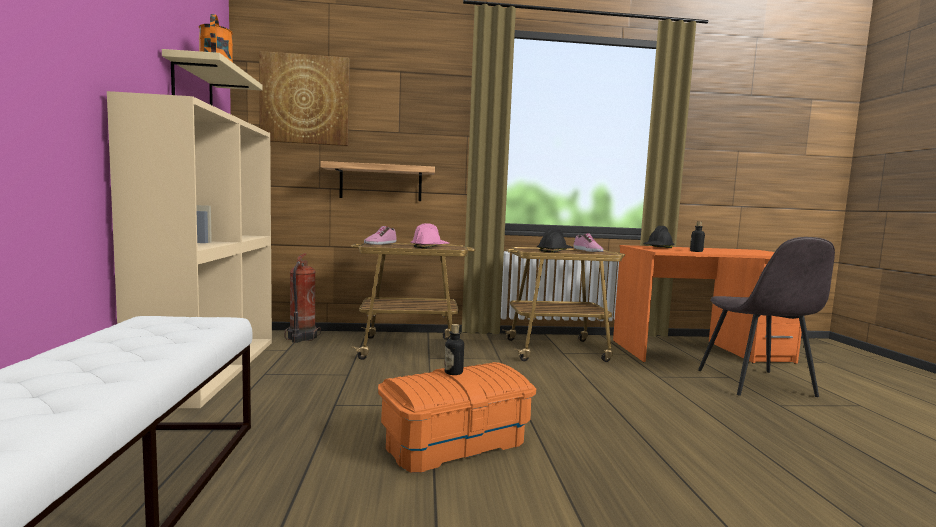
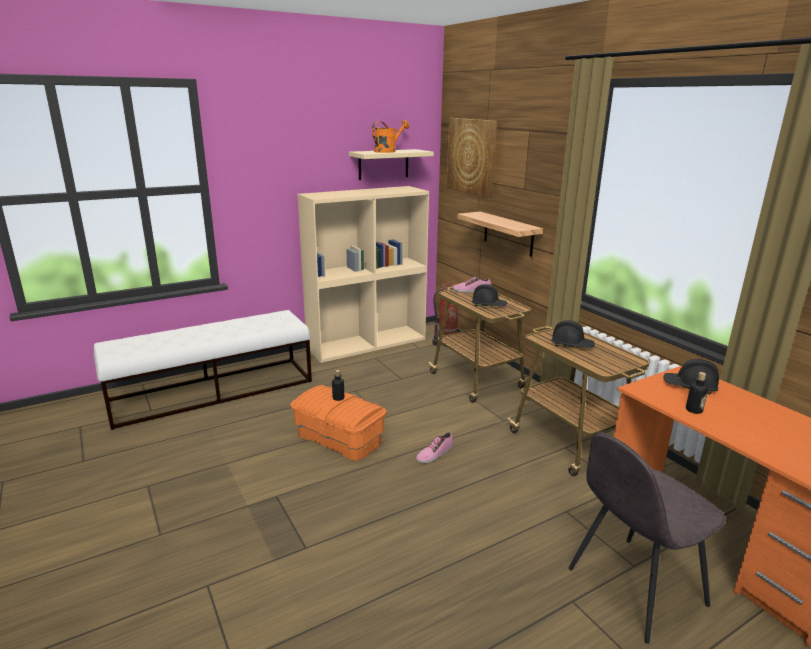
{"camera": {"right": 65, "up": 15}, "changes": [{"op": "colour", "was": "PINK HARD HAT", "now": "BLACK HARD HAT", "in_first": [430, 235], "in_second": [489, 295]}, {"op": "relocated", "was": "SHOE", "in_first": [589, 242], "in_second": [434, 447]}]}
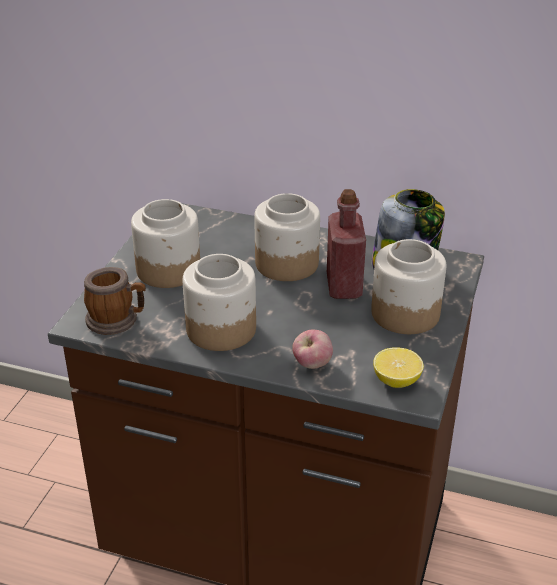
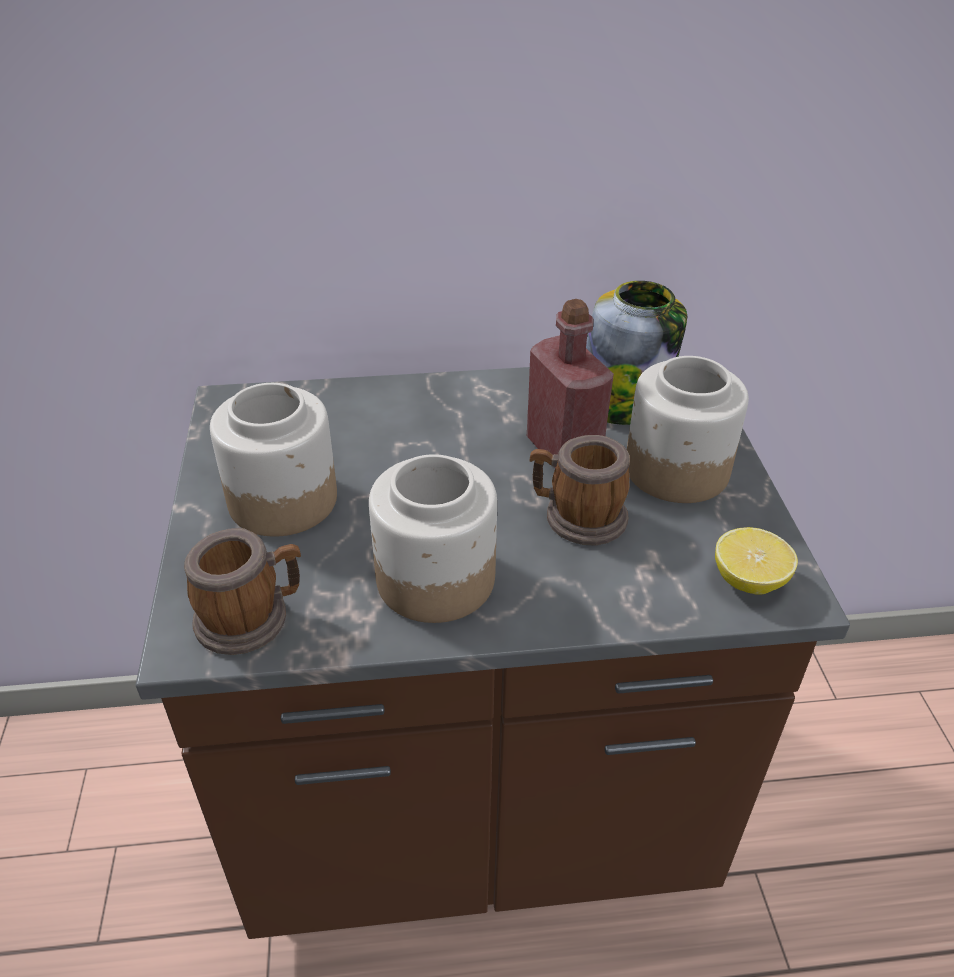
{"camera": {"right": -25, "up": 5}, "changes": [{"op": "missing", "was": "JAR", "in_first": [287, 237]}, {"op": "missing", "was": "APPLE", "in_first": [312, 349]}, {"op": "appeared", "now": "MUG", "in_second": [580, 490]}]}
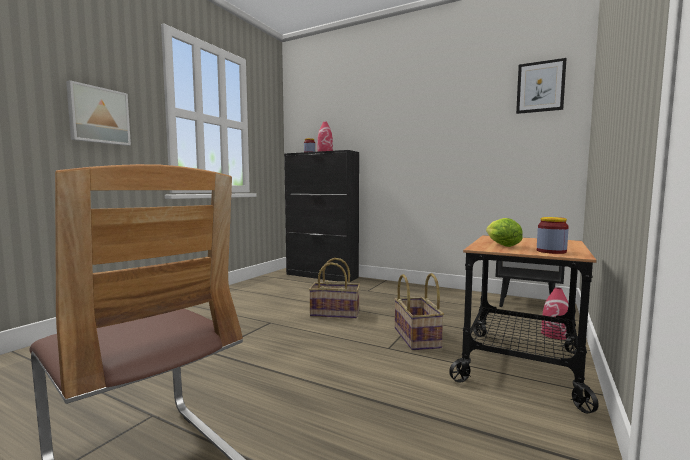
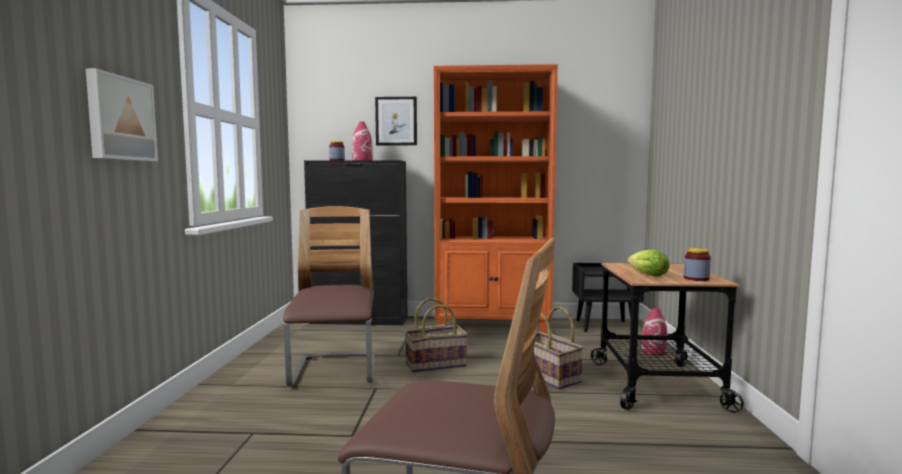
{"camera": {"right": -25, "up": 0}, "changes": [{"op": "relocated", "was": "PICTURE", "in_first": [541, 86], "in_second": [396, 121]}, {"op": "appeared", "now": "ORANGE BOOKCASE", "in_second": [496, 199]}, {"op": "appeared", "now": "CHAIR", "in_second": [329, 296]}]}
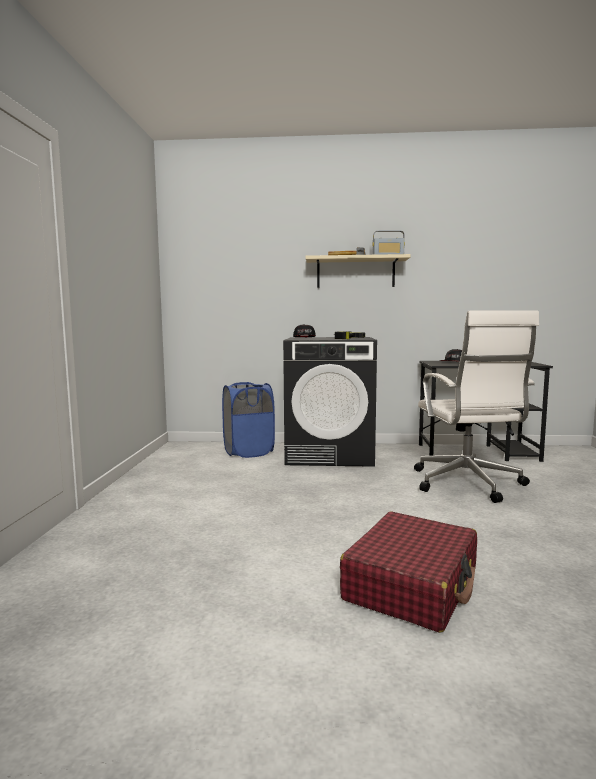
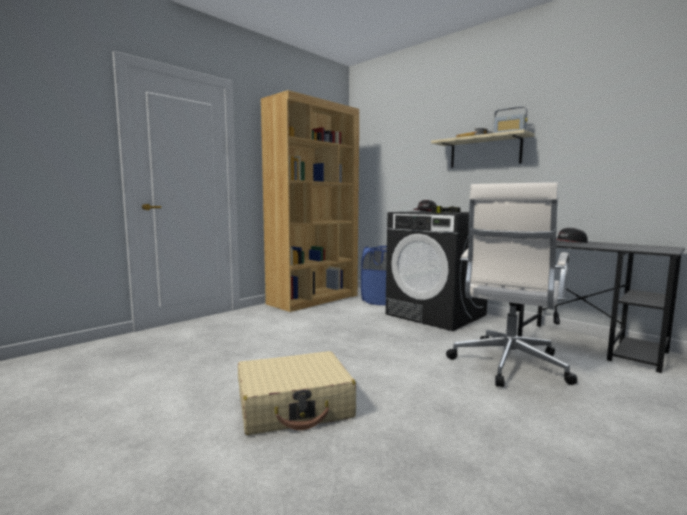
{"camera": {"right": 40, "up": 0}, "changes": [{"op": "colour", "was": "RED SUITCASE", "now": "BEIGE SUITCASE", "in_first": [408, 572], "in_second": [297, 393]}, {"op": "appeared", "now": "BROWN BOOKCASE", "in_second": [310, 201]}]}
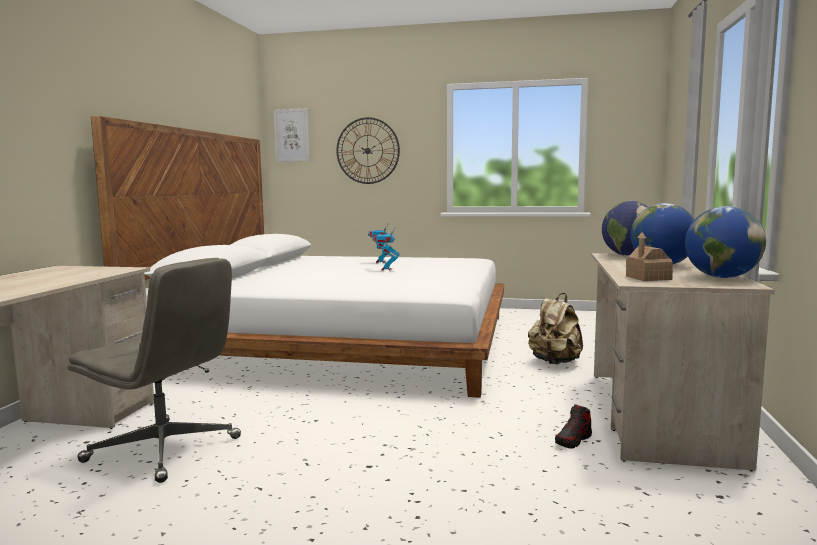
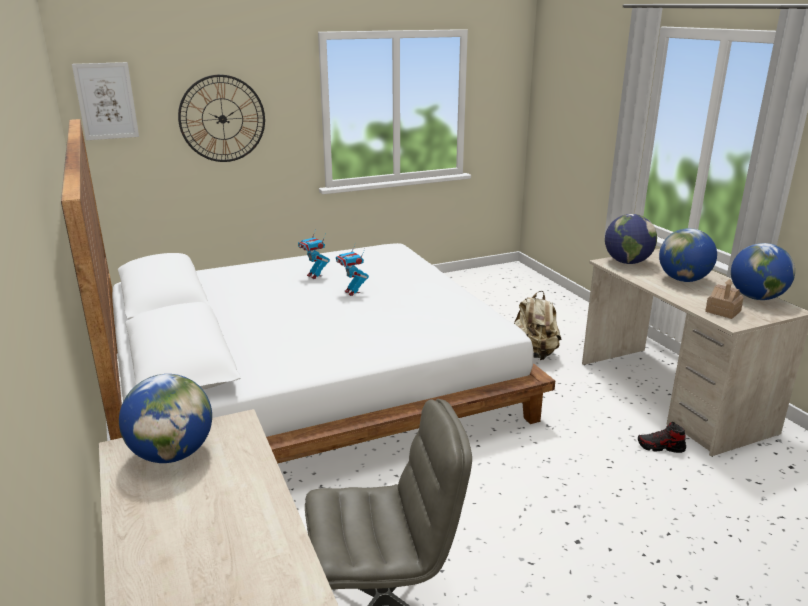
{"camera": {"right": -35, "up": 15}, "changes": [{"op": "spun", "was": "SHOE", "in_first": [573, 426], "in_second": [662, 437], "clockwise": 90}, {"op": "appeared", "now": "GLOBE", "in_second": [165, 418]}]}
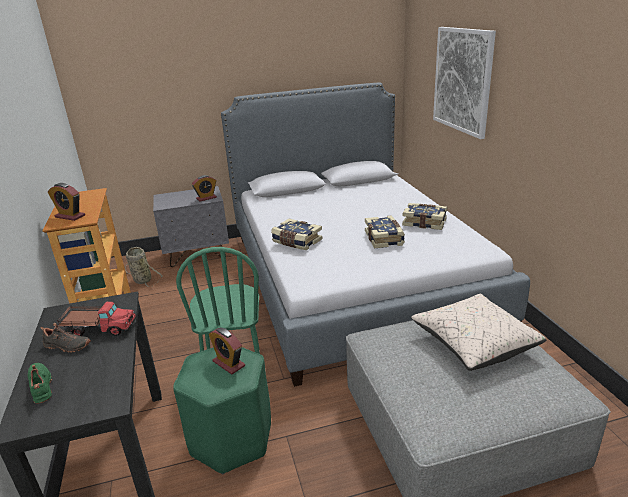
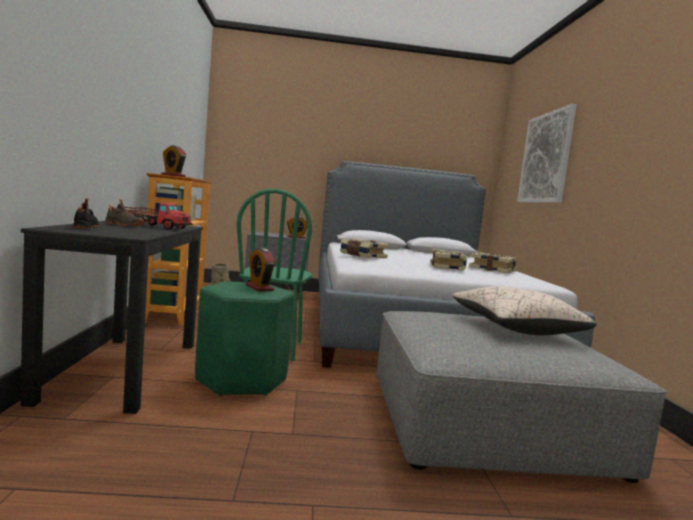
{"camera": {"right": 10, "up": -20}, "changes": [{"op": "colour", "was": "GREEN SHOE", "now": "BLACK SHOE", "in_first": [40, 383], "in_second": [86, 213]}]}
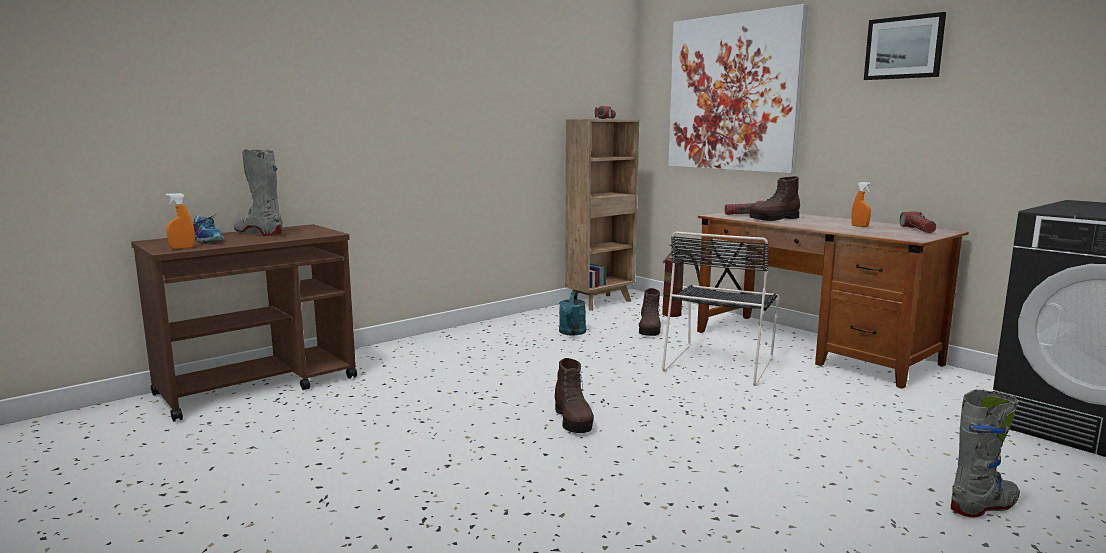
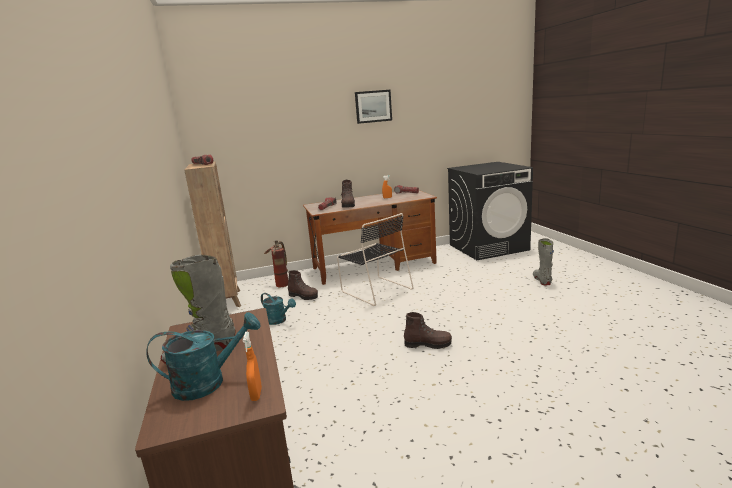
{"camera": {"right": -65, "up": 5}, "changes": [{"op": "missing", "was": "PICTURE", "in_first": [738, 88]}, {"op": "exchanged", "was": "SHOE", "now": "TURQUOISE WATERING CAN", "in_first": [208, 228], "in_second": [203, 356]}]}
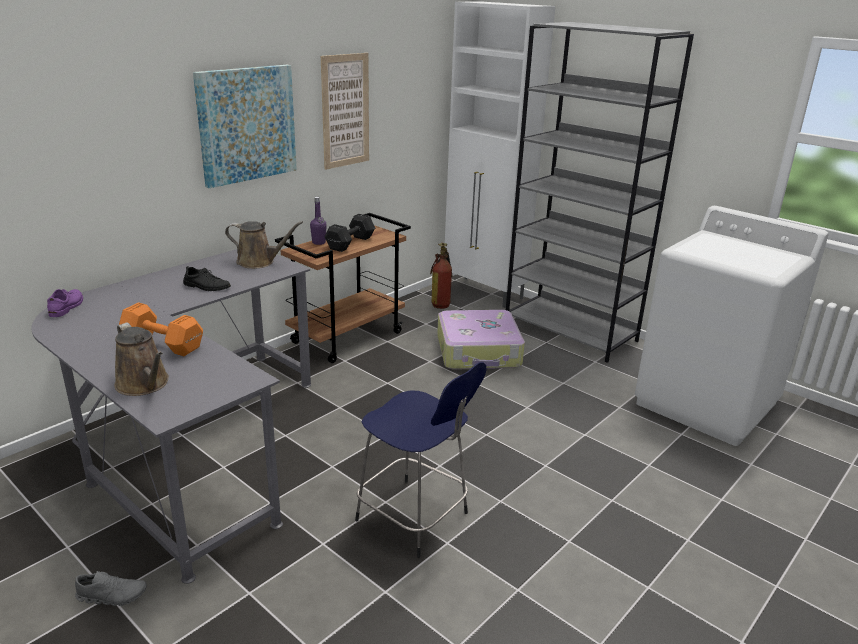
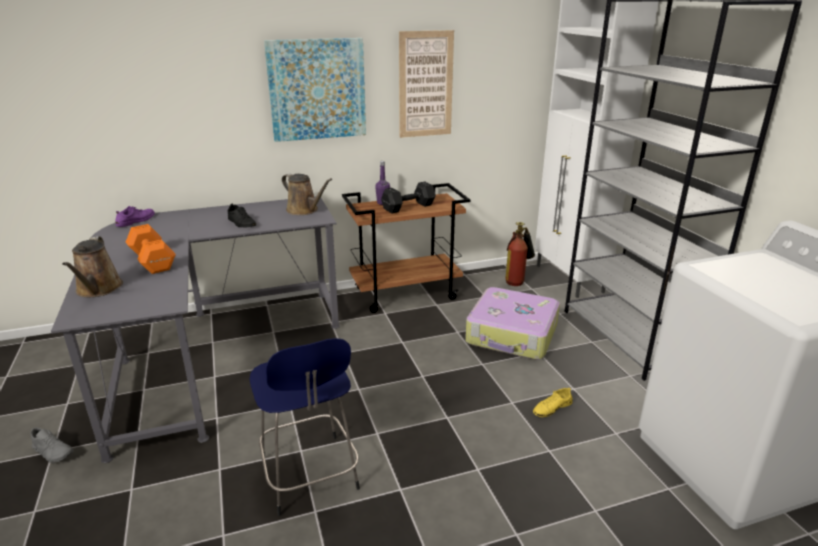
{"camera": {"right": 30, "up": 0}, "changes": [{"op": "appeared", "now": "YELLOW SHOE", "in_second": [553, 402]}]}
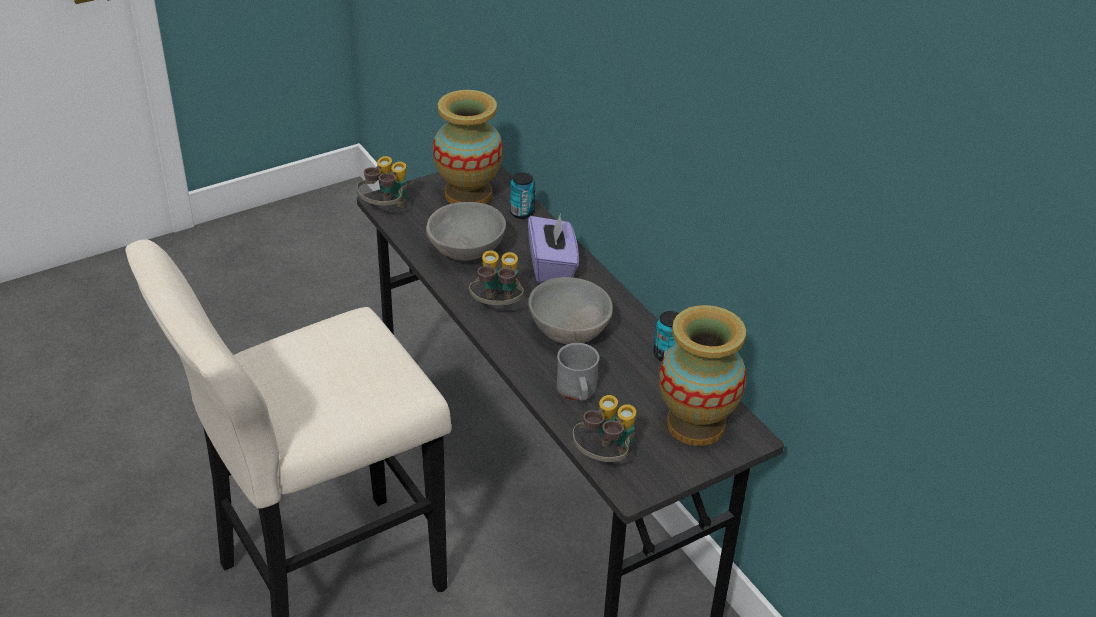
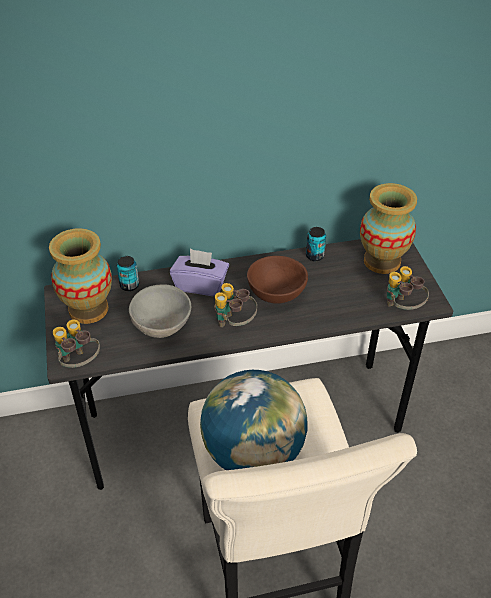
{"camera": {"right": -70, "up": 5}, "changes": [{"op": "colour", "was": "GREY BOWL", "now": "BROWN BOWL", "in_first": [570, 310], "in_second": [277, 280]}, {"op": "missing", "was": "GREY MUG", "in_first": [578, 372]}, {"op": "appeared", "now": "GLOBE", "in_second": [253, 420]}]}
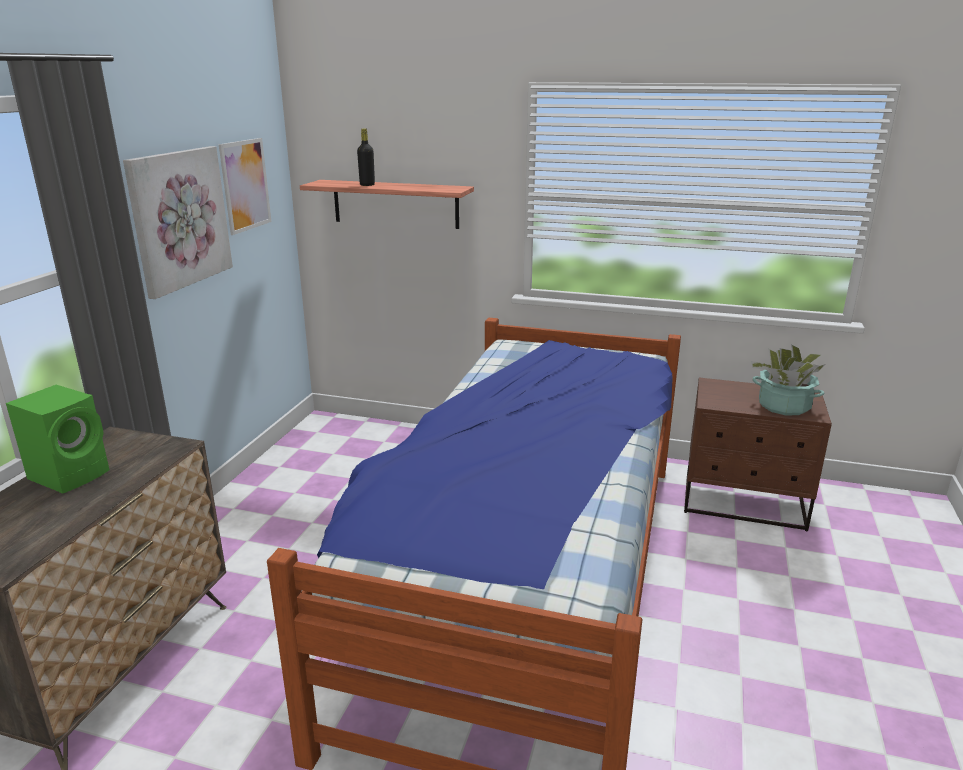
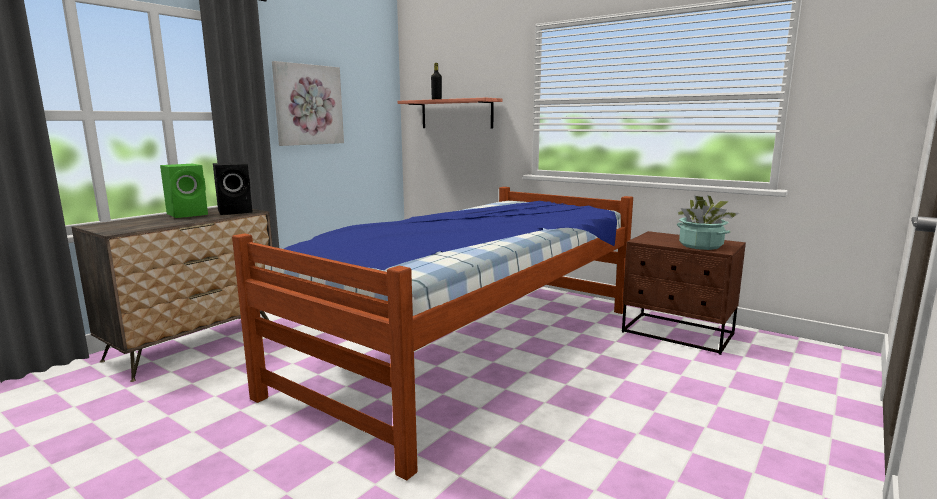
{"camera": {"right": 20, "up": -10}, "changes": [{"op": "missing", "was": "PICTURE", "in_first": [245, 186]}, {"op": "appeared", "now": "BLACK SPEAKER", "in_second": [233, 188]}]}
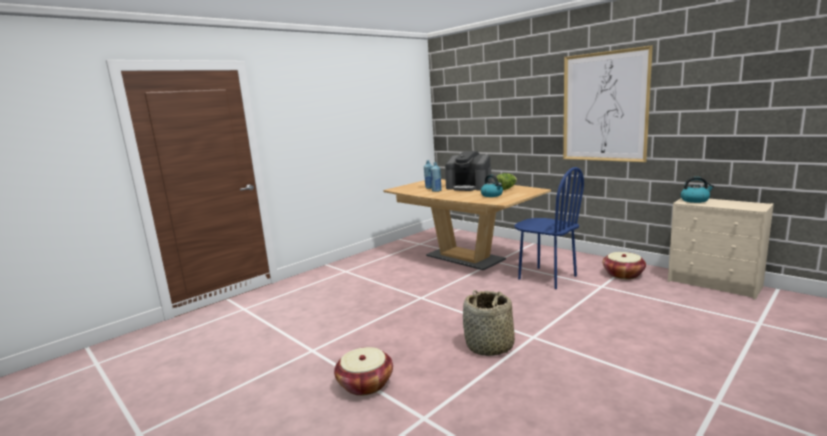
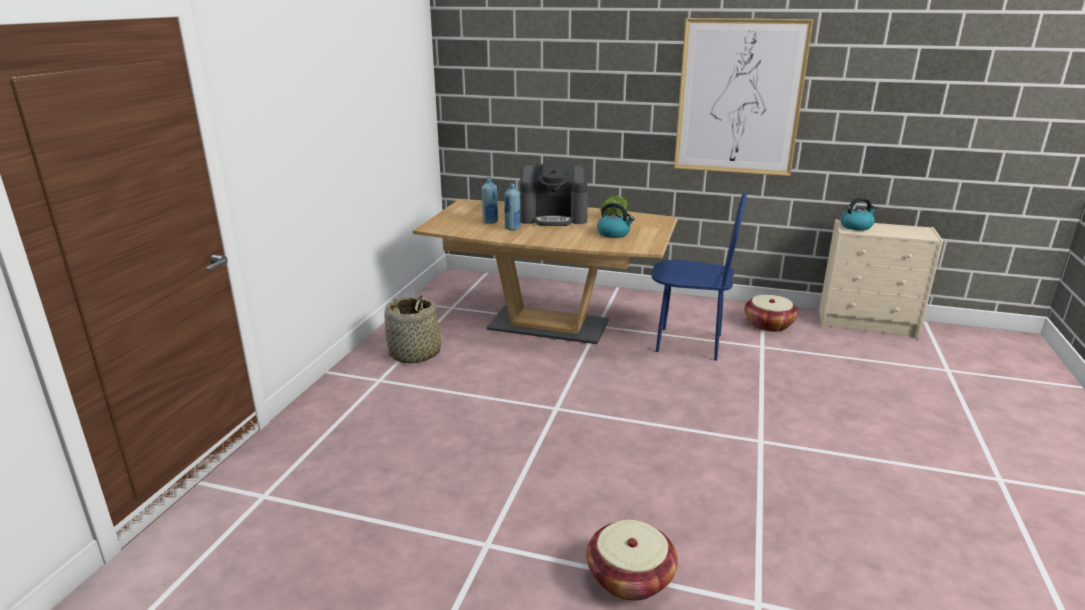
{"camera": {"right": -30, "up": 10}, "changes": [{"op": "relocated", "was": "BASKET", "in_first": [489, 323], "in_second": [412, 329]}]}
